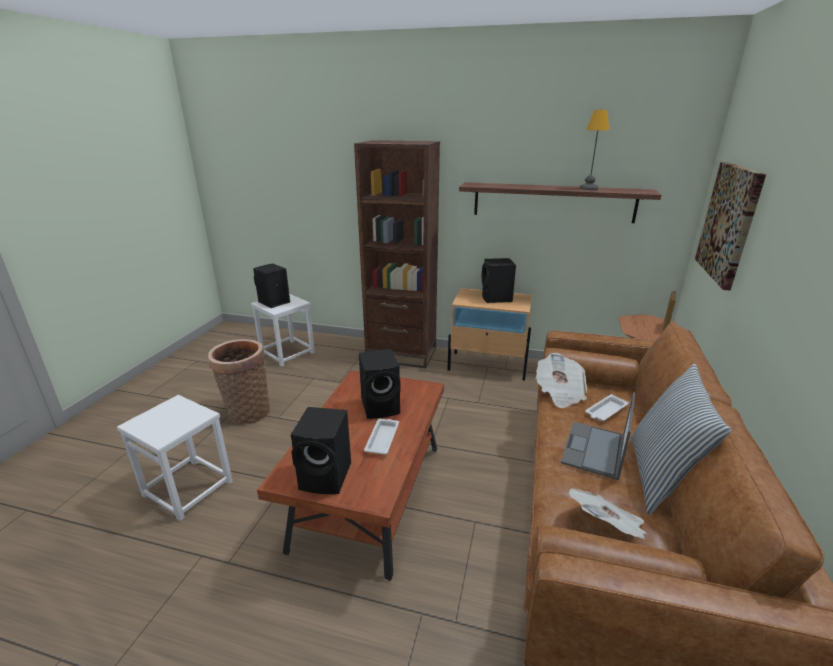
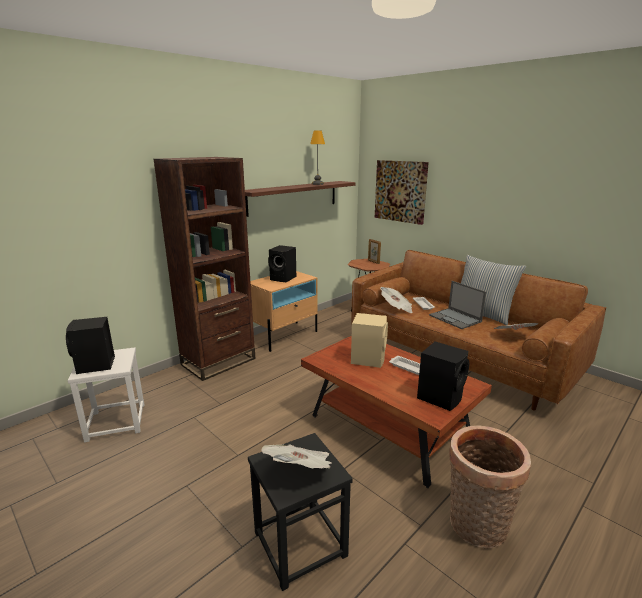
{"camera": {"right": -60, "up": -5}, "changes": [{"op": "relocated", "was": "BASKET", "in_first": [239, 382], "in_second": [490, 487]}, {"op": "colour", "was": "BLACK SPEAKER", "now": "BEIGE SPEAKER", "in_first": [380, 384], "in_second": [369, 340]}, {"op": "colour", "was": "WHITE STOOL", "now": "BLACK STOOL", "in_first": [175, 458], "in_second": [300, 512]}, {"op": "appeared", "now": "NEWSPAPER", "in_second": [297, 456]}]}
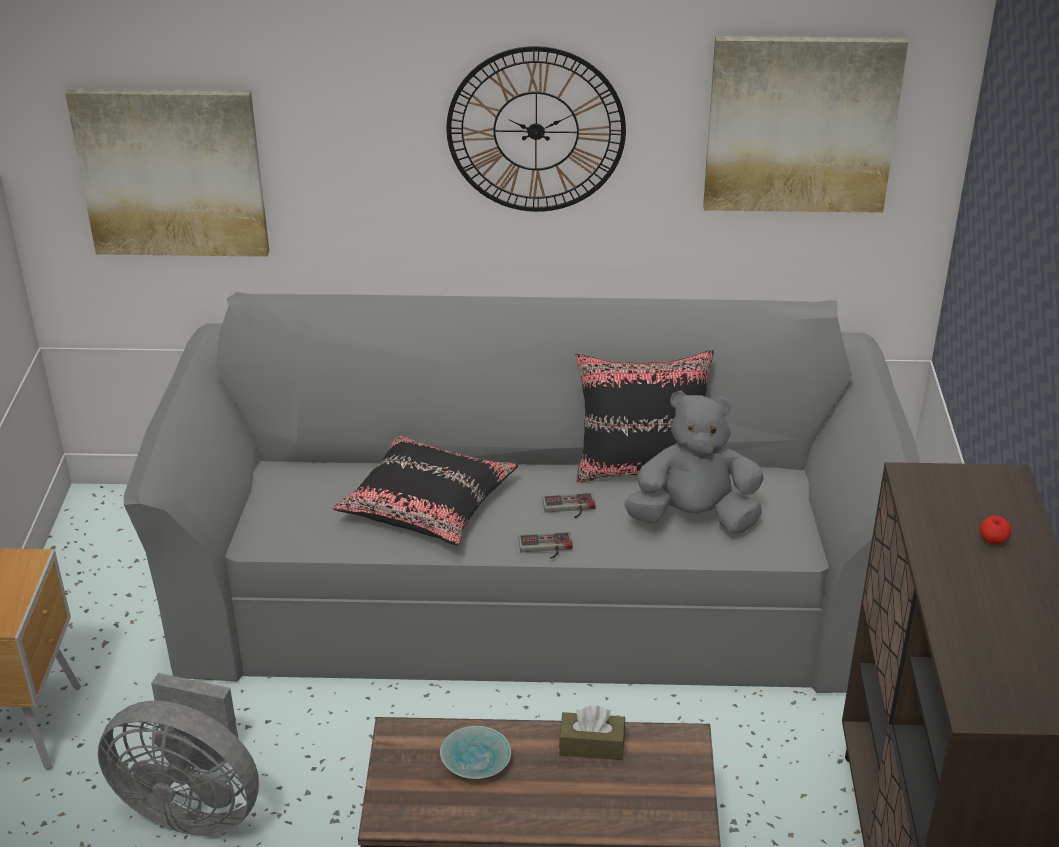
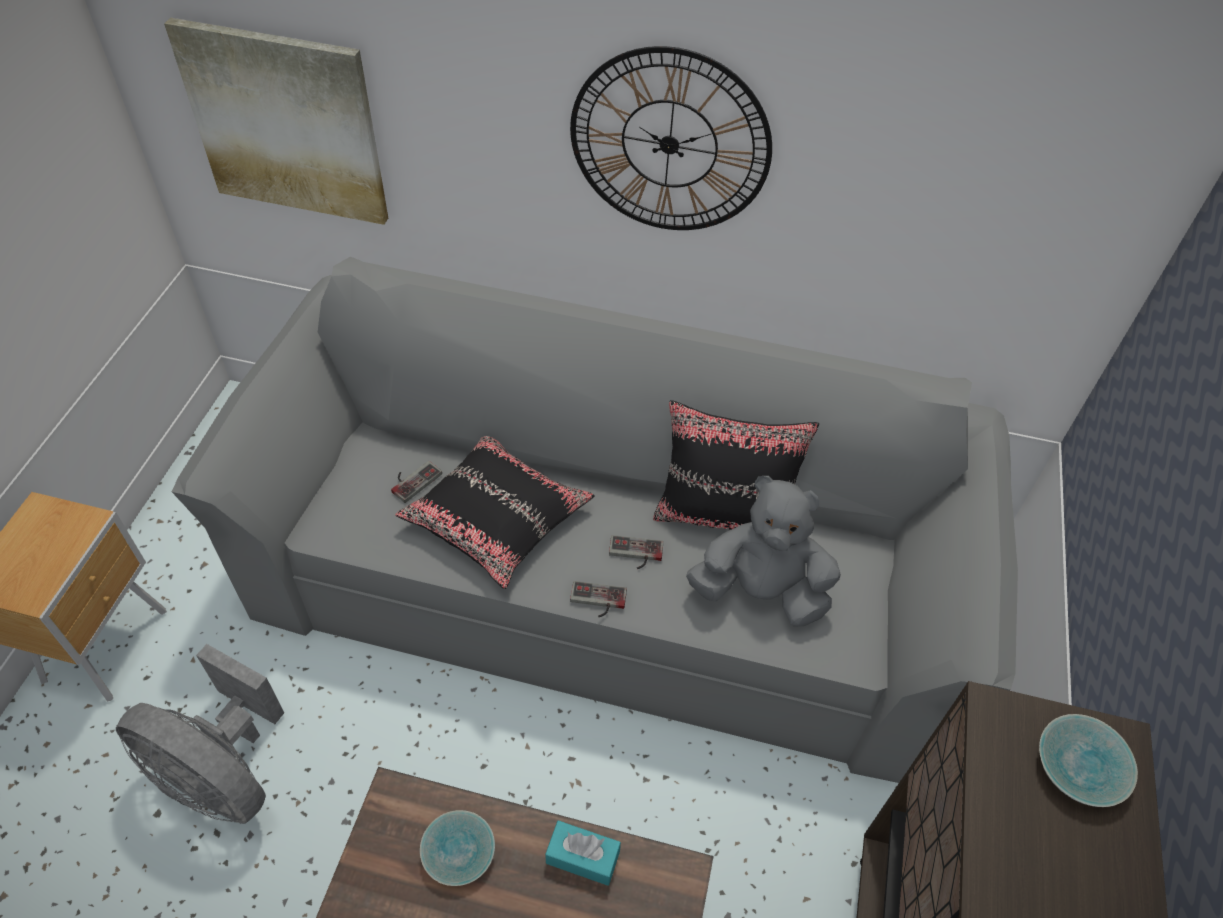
{"camera": {"right": 10, "up": 15}, "changes": [{"op": "missing", "was": "PICTURE", "in_first": [805, 124]}, {"op": "missing", "was": "APPLE", "in_first": [995, 530]}, {"op": "colour", "was": "BROWN TISSUE BOX", "now": "TURQUOISE TISSUE BOX", "in_first": [592, 733], "in_second": [583, 853]}, {"op": "appeared", "now": "GAME CONTROLLER", "in_second": [416, 482]}, {"op": "appeared", "now": "TURQUOISE BOWL", "in_second": [1088, 760]}]}
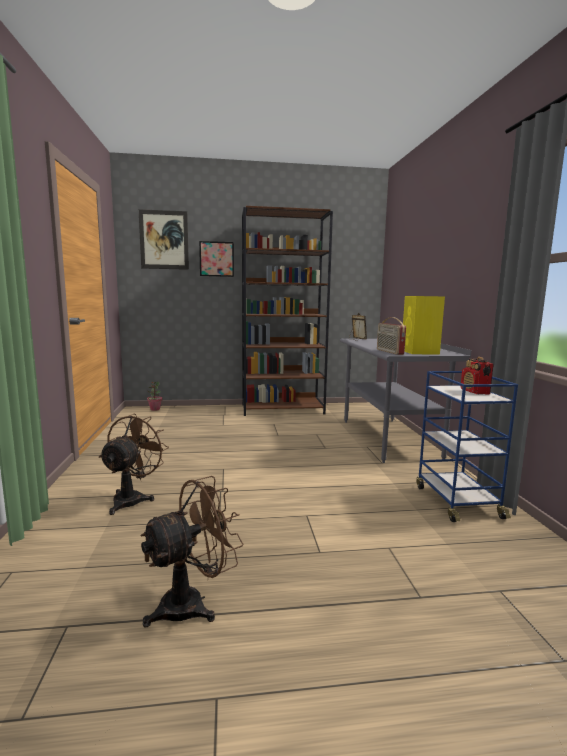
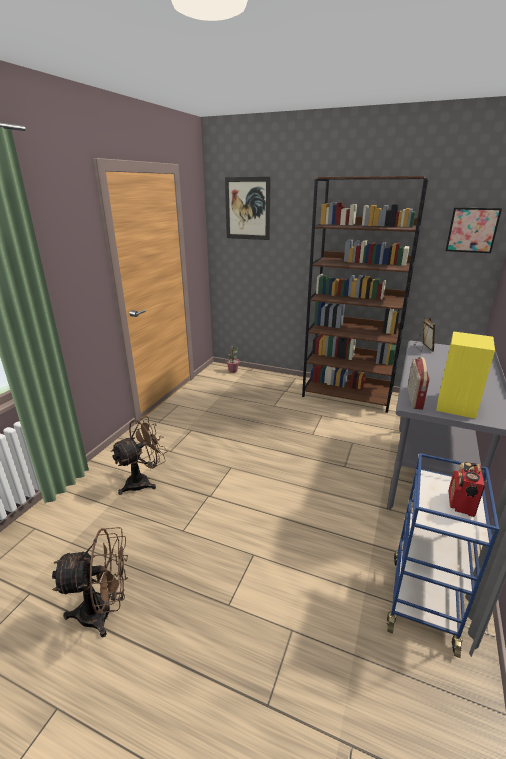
{"camera": {"right": 30, "up": 15}, "changes": [{"op": "relocated", "was": "PICTURE", "in_first": [216, 259], "in_second": [473, 230]}]}
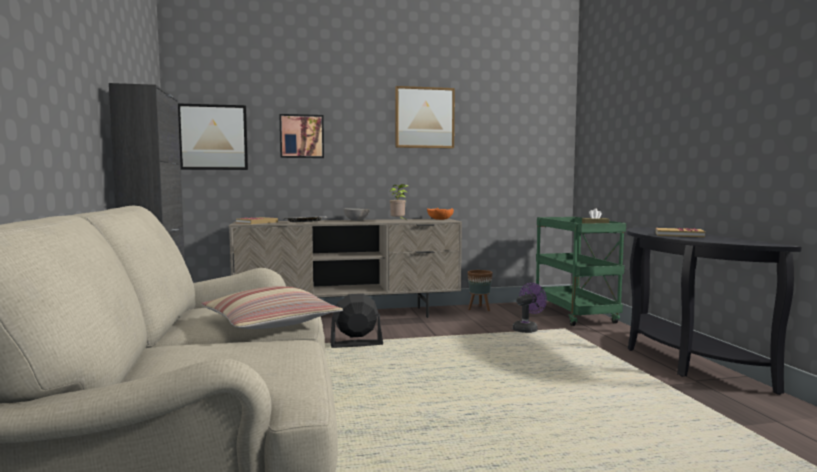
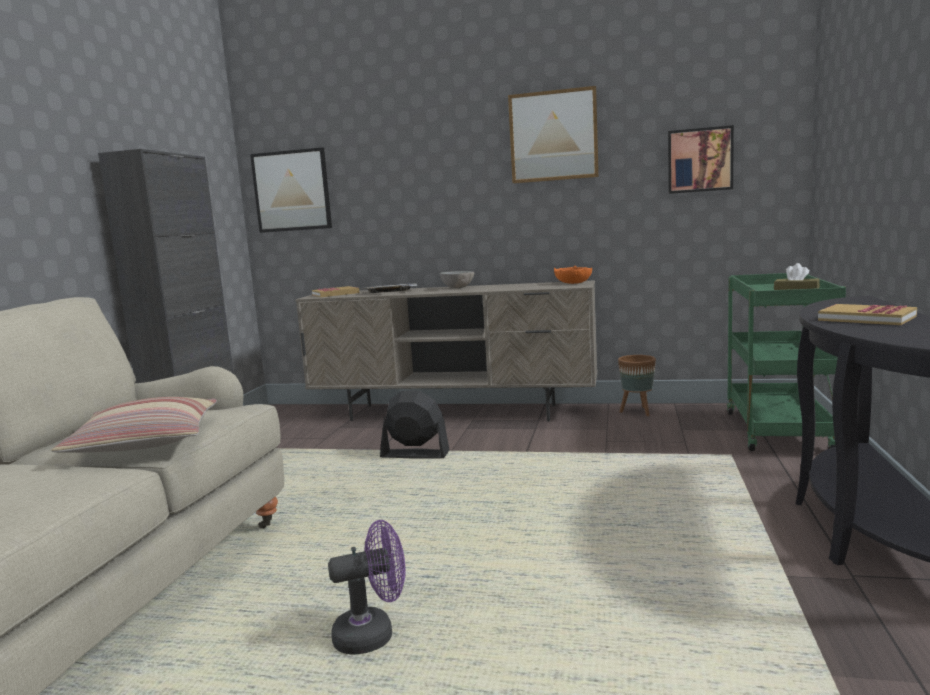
{"camera": {"right": 25, "up": 5}, "changes": [{"op": "relocated", "was": "PICTURE", "in_first": [301, 136], "in_second": [701, 159]}, {"op": "missing", "was": "POTTED PLANT", "in_first": [399, 202]}, {"op": "relocated", "was": "PURPLE FAN", "in_first": [530, 308], "in_second": [366, 587]}]}
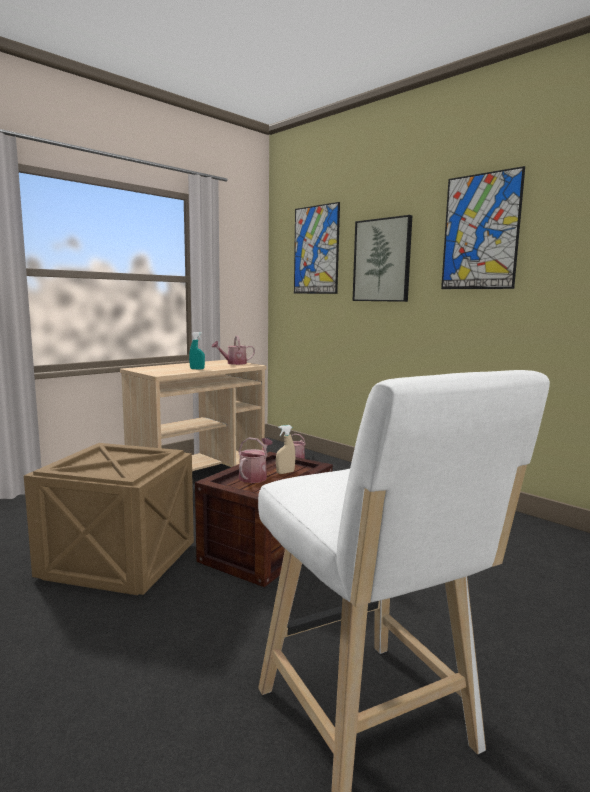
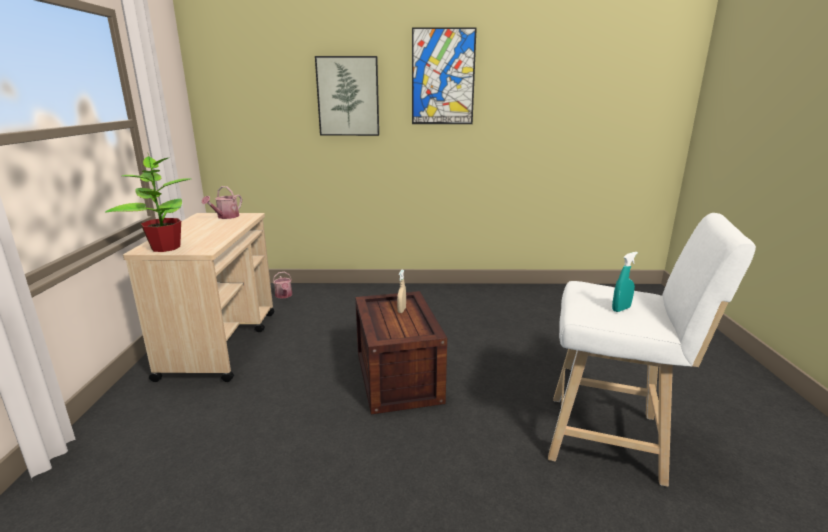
{"camera": {"right": -45, "up": 10}, "changes": [{"op": "missing", "was": "PICTURE", "in_first": [317, 248]}, {"op": "relocated", "was": "TURQUOISE SPRAY BOTTLE", "in_first": [197, 351], "in_second": [625, 282]}, {"op": "missing", "was": "WATERING CAN", "in_first": [256, 460]}, {"op": "missing", "was": "CRATE", "in_first": [109, 519]}, {"op": "appeared", "now": "POTTED PLANT", "in_second": [148, 202]}]}
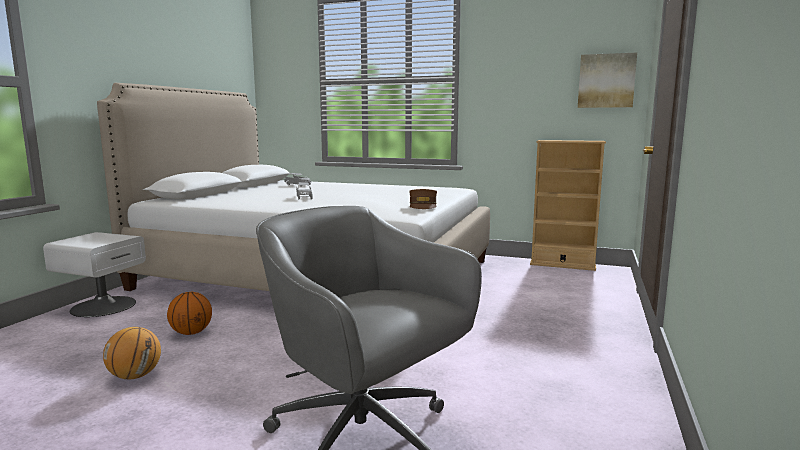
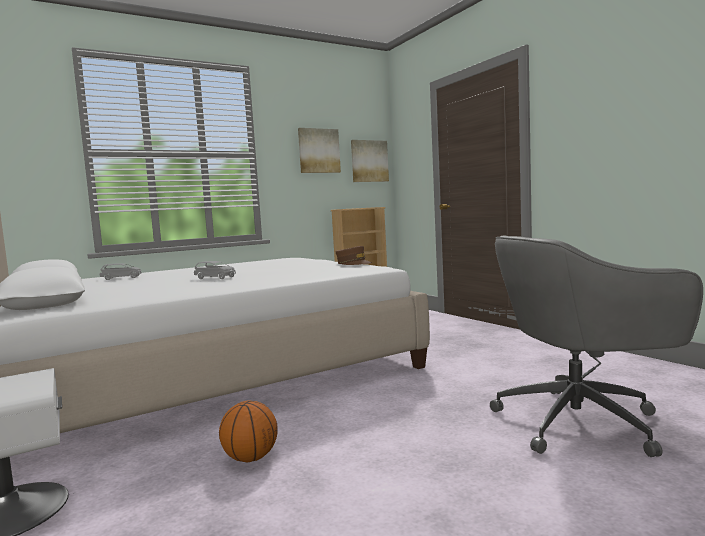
{"camera": {"right": -50, "up": -5}, "changes": [{"op": "missing", "was": "BASKETBALL", "in_first": [132, 353]}, {"op": "appeared", "now": "PICTURE", "in_second": [319, 150]}]}
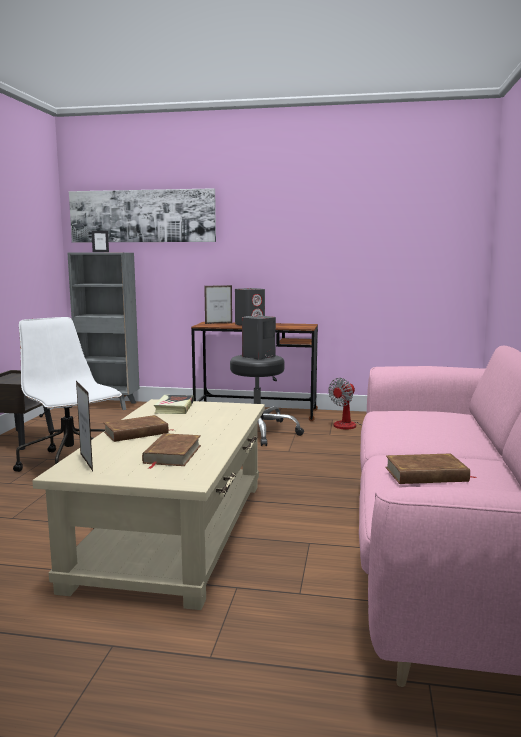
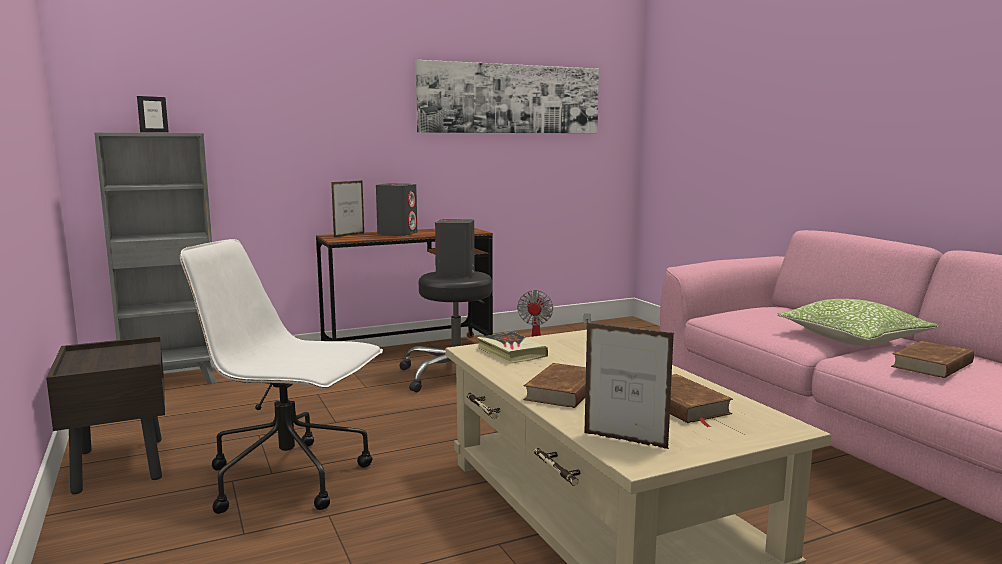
{"camera": {"right": -35, "up": 0}, "changes": [{"op": "relocated", "was": "PICTURE", "in_first": [142, 215], "in_second": [507, 97]}, {"op": "appeared", "now": "PILLOW", "in_second": [858, 322]}]}
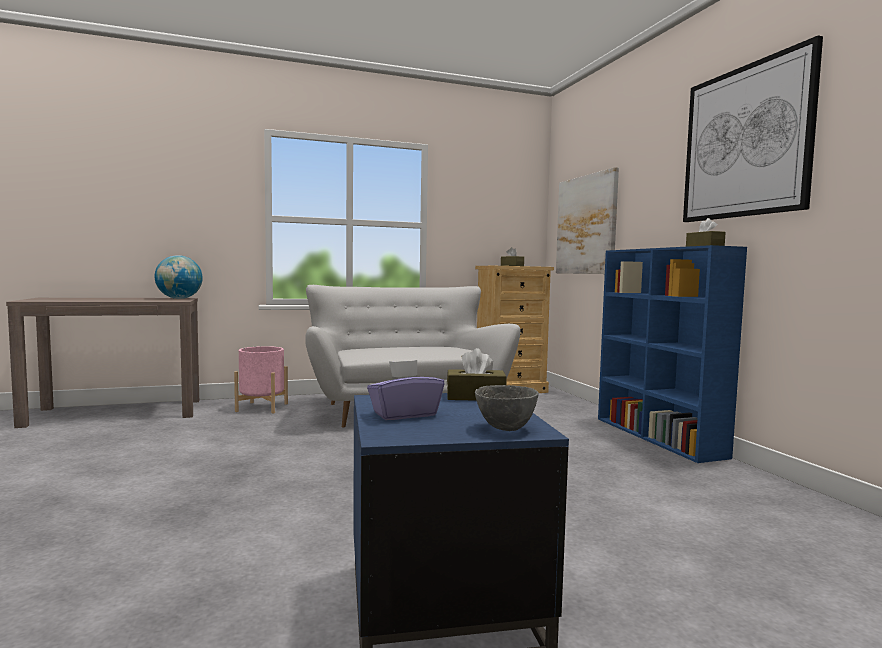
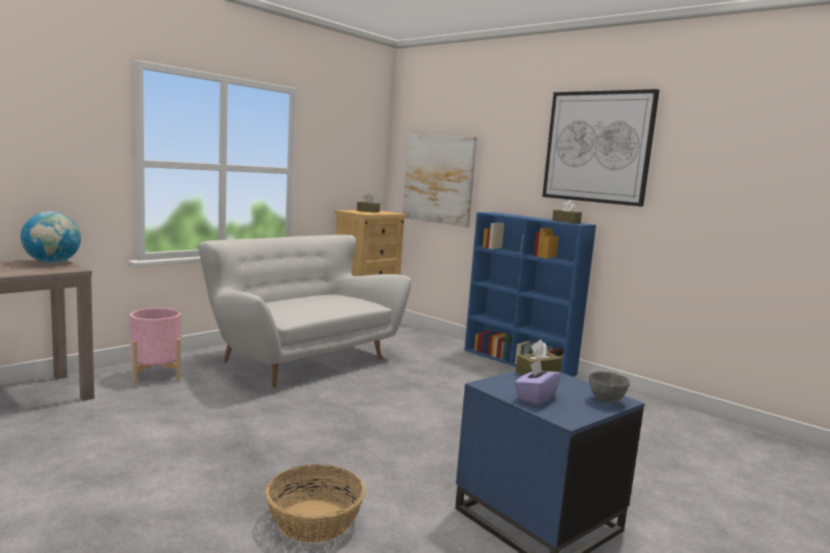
{"camera": {"right": -30, "up": 5}, "changes": [{"op": "appeared", "now": "BASKET", "in_second": [315, 503]}]}
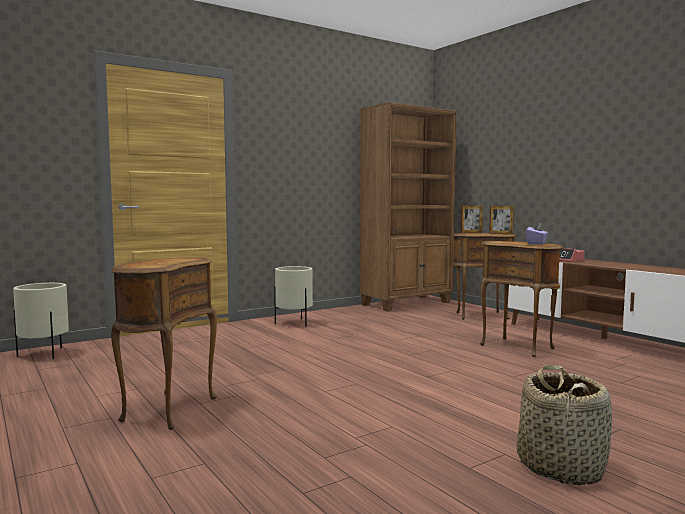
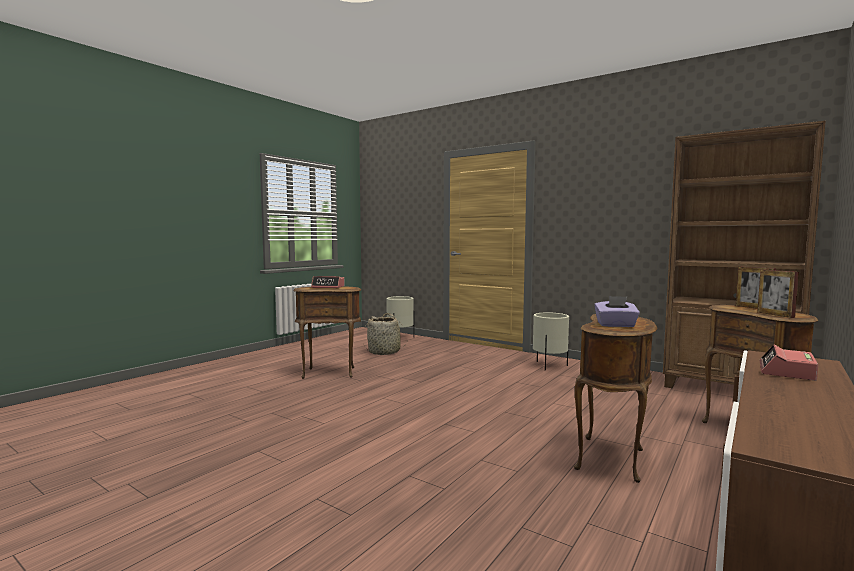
{"camera": {"right": 70, "up": 0}, "changes": [{"op": "relocated", "was": "BASKET", "in_first": [564, 425], "in_second": [385, 334]}, {"op": "appeared", "now": "ALARM CLOCK", "in_second": [328, 282]}]}
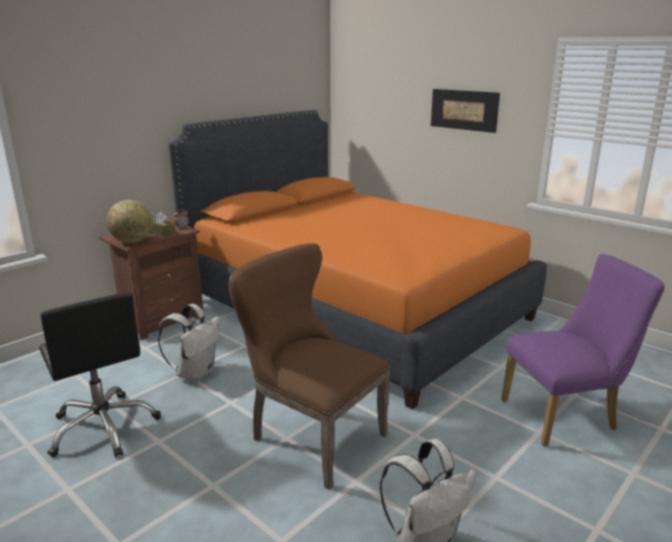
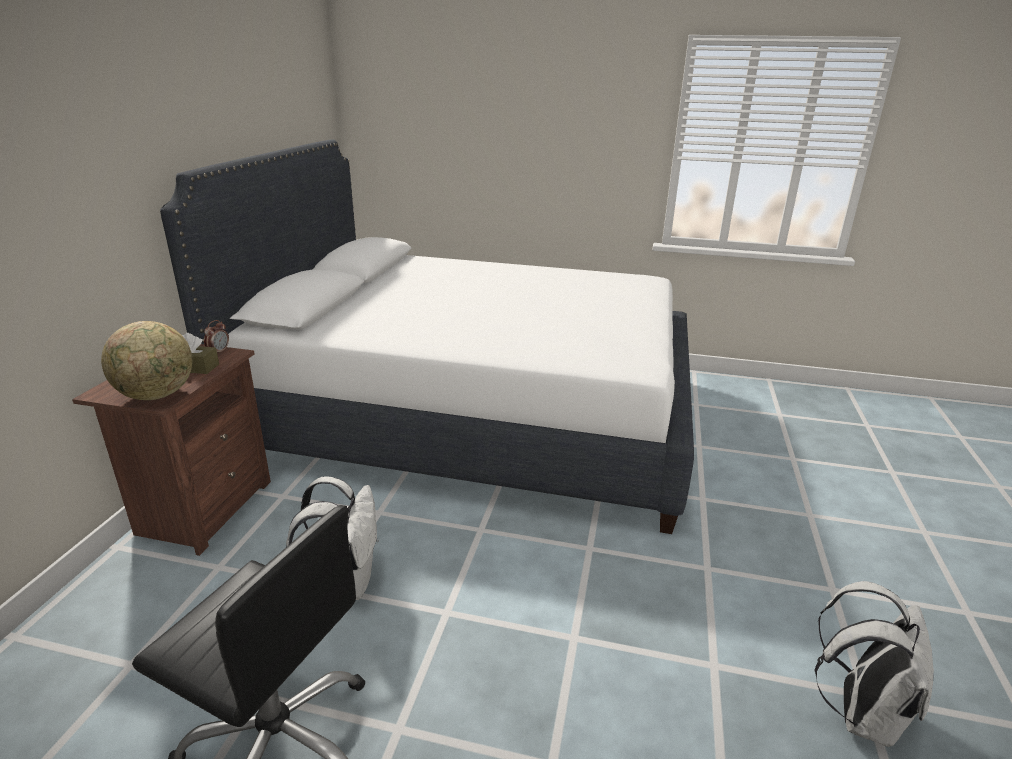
{"camera": {"right": -30, "up": 5}, "changes": [{"op": "missing", "was": "PICTURE", "in_first": [465, 111]}, {"op": "colour", "was": "ORANGE BED", "now": "WHITE BED", "in_first": [358, 259], "in_second": [427, 336]}, {"op": "missing", "was": "BROWN CHAIR", "in_first": [310, 366]}, {"op": "missing", "was": "PURPLE CHAIR", "in_first": [583, 350]}]}
